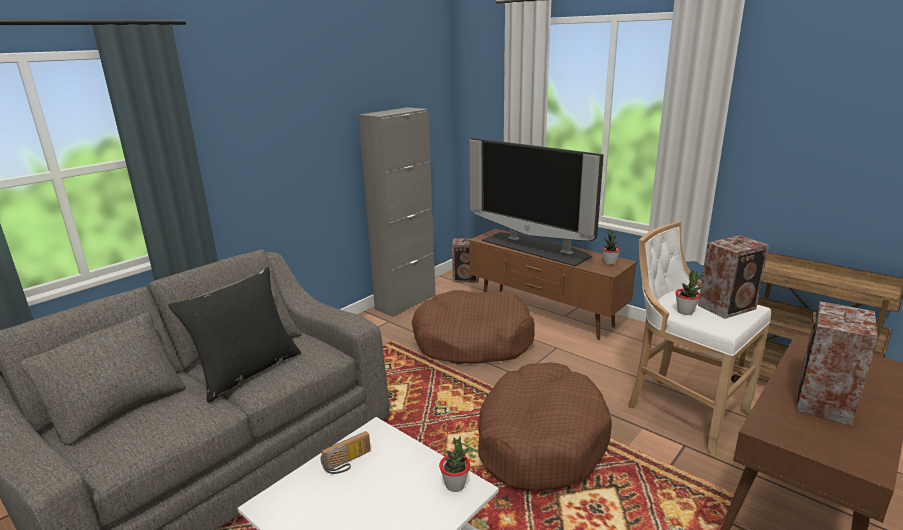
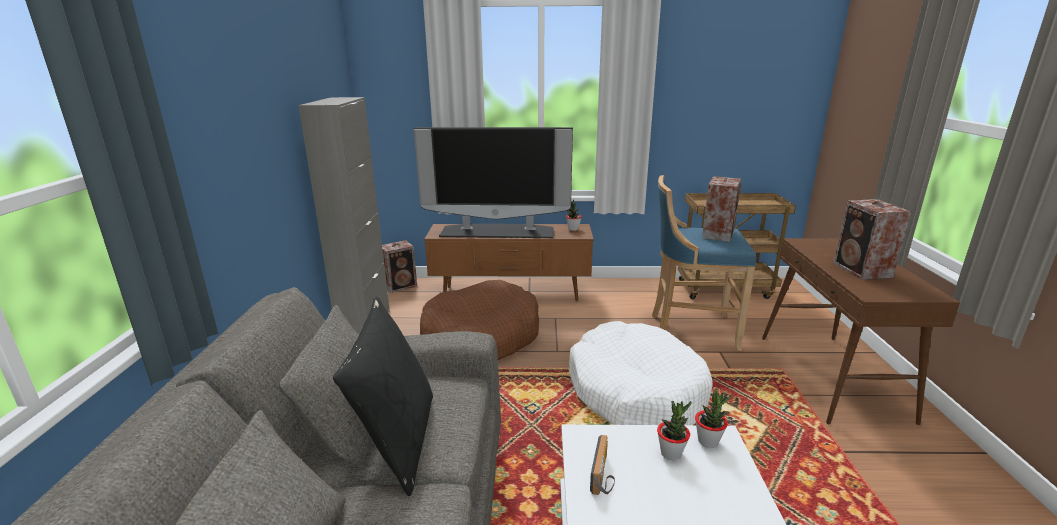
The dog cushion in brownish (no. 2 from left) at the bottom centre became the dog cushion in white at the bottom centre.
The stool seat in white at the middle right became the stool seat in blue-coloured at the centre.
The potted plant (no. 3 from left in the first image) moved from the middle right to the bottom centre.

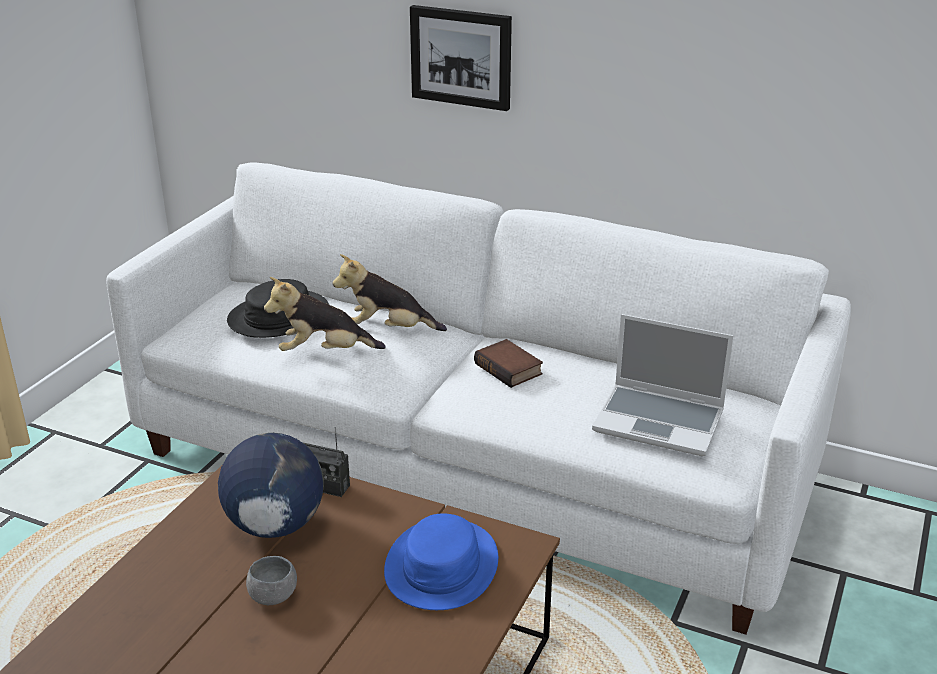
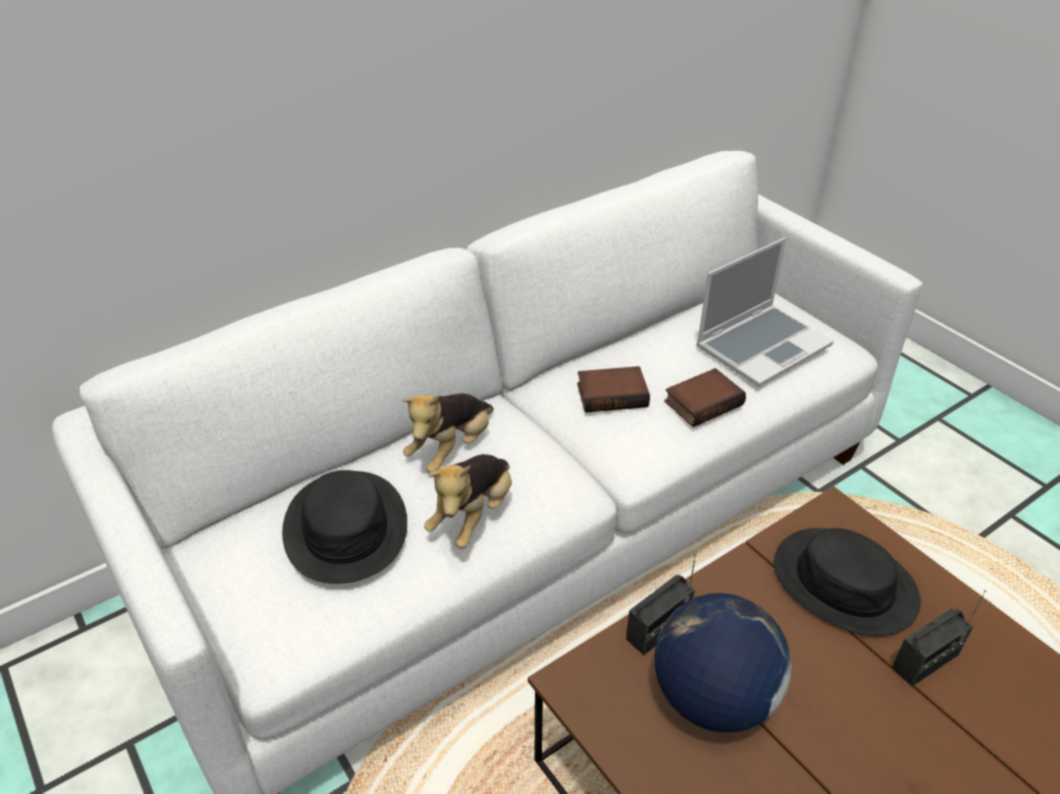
The book (no. 2 from left) at the centre appeared.
The clothing hat in blue-coloured at the bottom centre became the clothing hat in black (no. 2 from left) at the bottom right.
The radio set (no. 2 from left) at the bottom right appeared.
The deep dish in gray at the bottom left disappeared.
The wall art at the top centre disappeared.

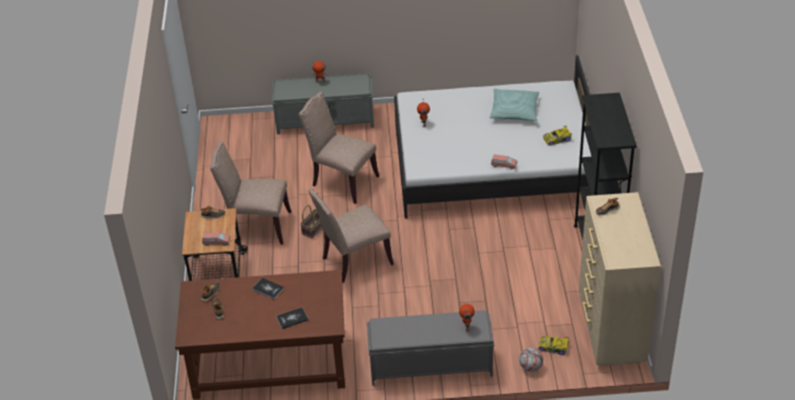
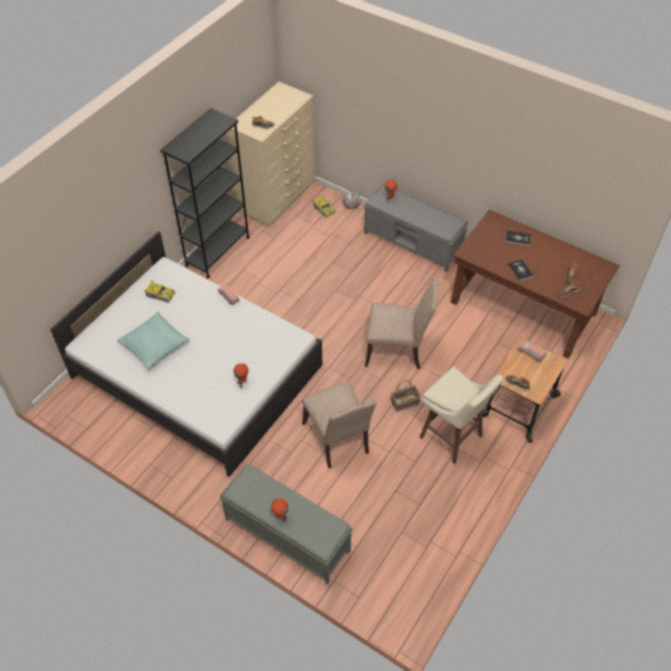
The chair in beige (no. 1 from left) at the middle left was replaced by the stool seat in beige at the middle right.

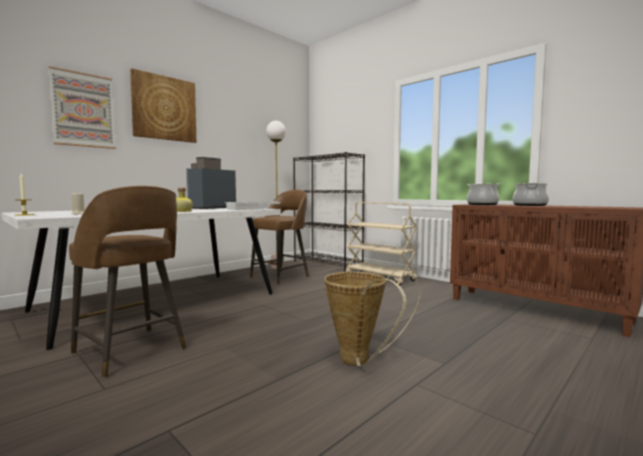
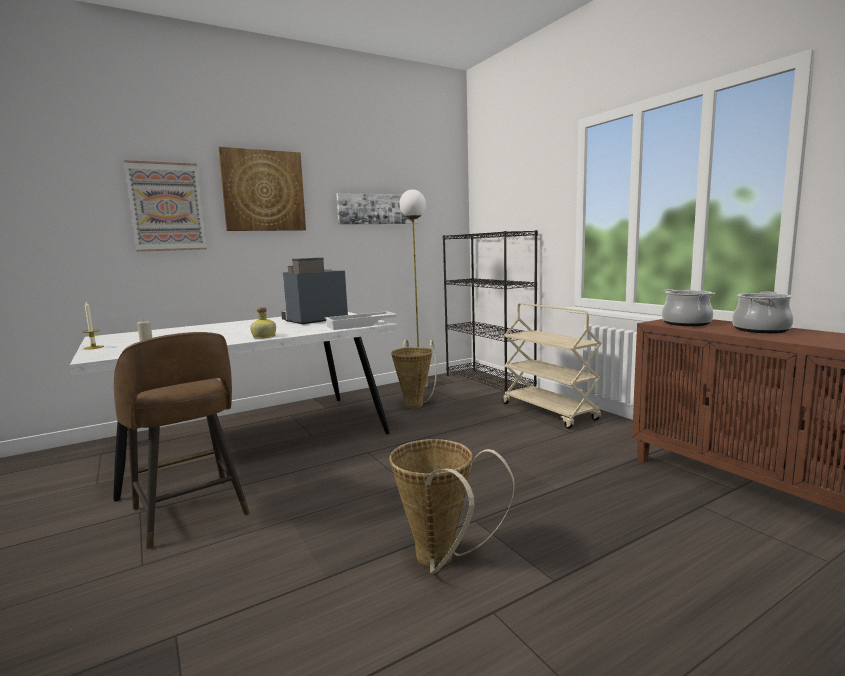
The wall art (no. 3 from left) at the top centre appeared.
The stool seat in brownish (no. 2 from left) at the centre was replaced by the storage basket (no. 1 from left) at the centre.

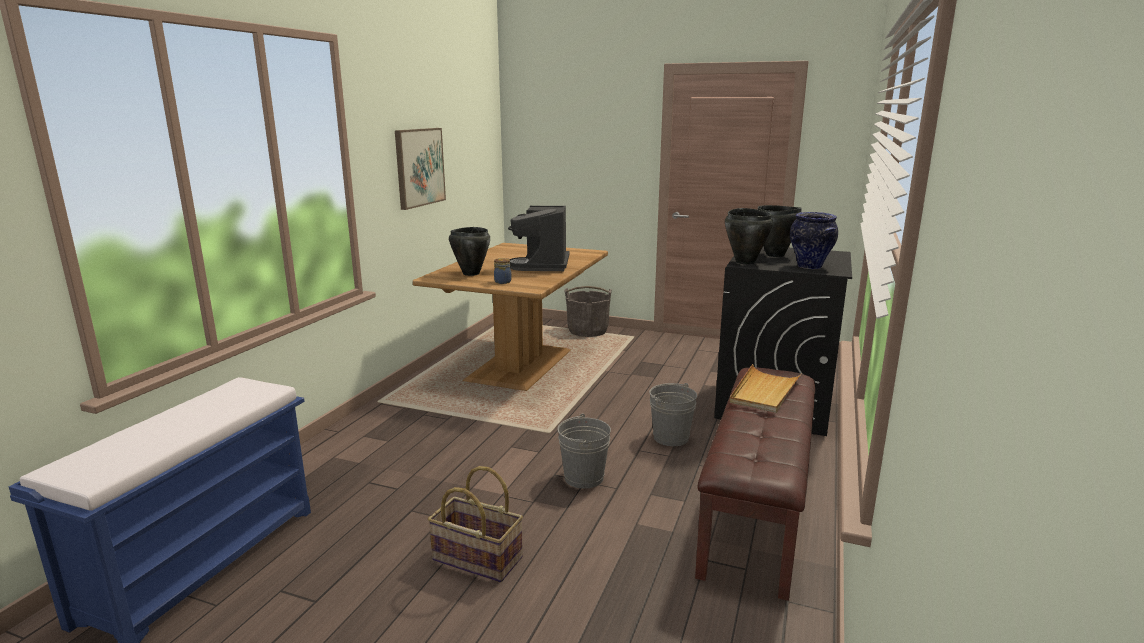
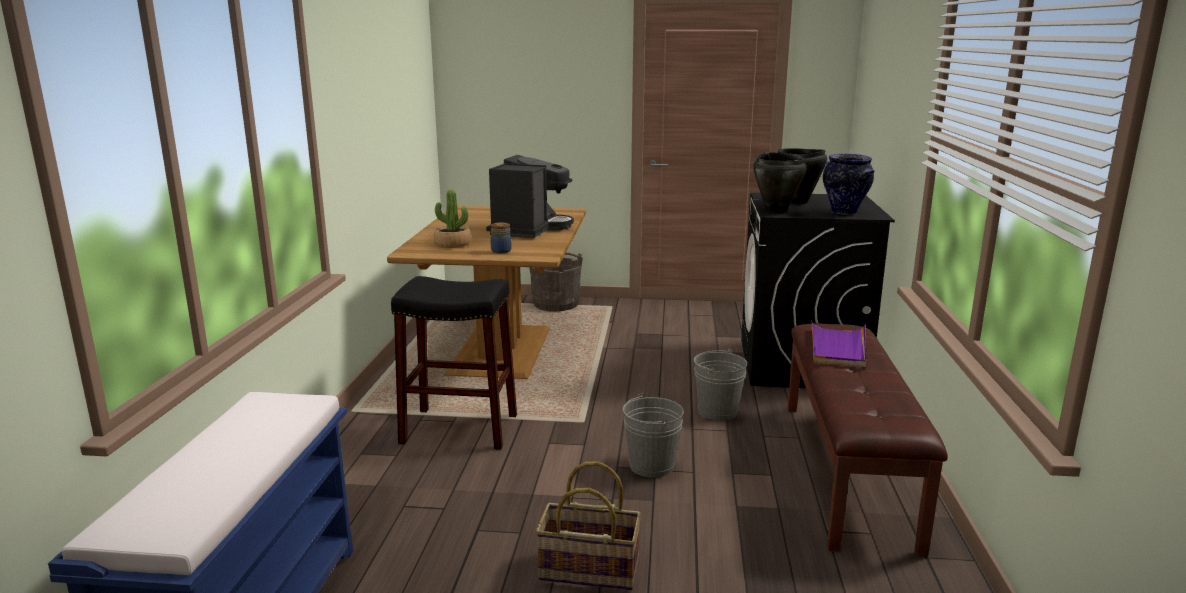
The stool seat in black at the centre appeared.
The stockpot in black (no. 1 from left) at the centre was replaced by the potted plant at the centre.
The coffee machine at the centre turned 150 degrees counterclockwise.
The tray in beige at the middle right became the tray in purple at the middle right.
The wall art at the top centre disappeared.

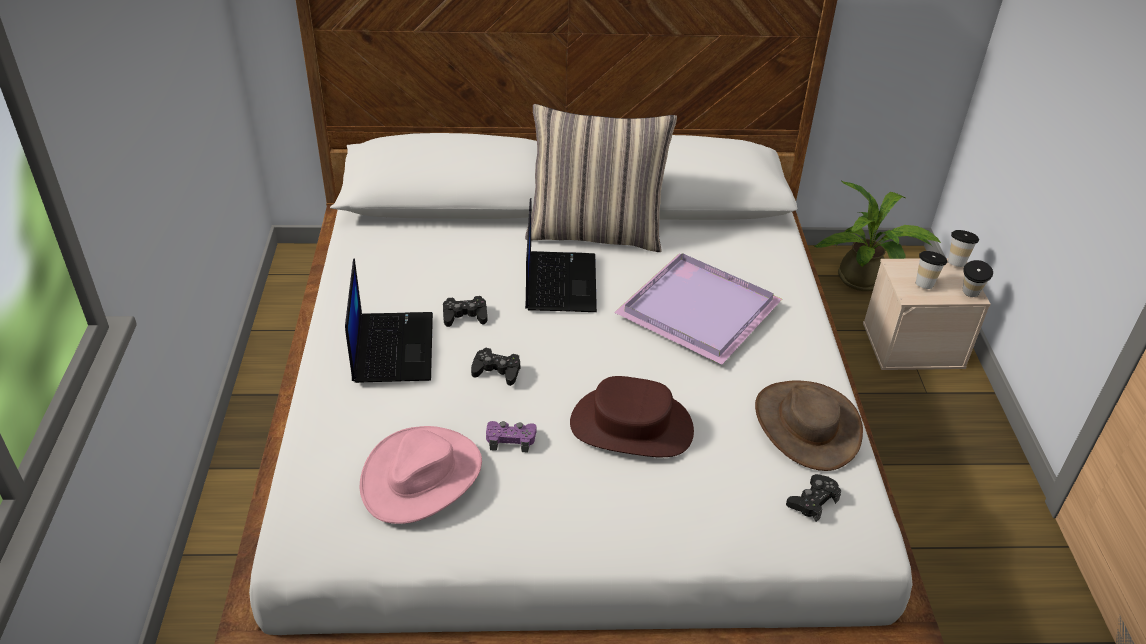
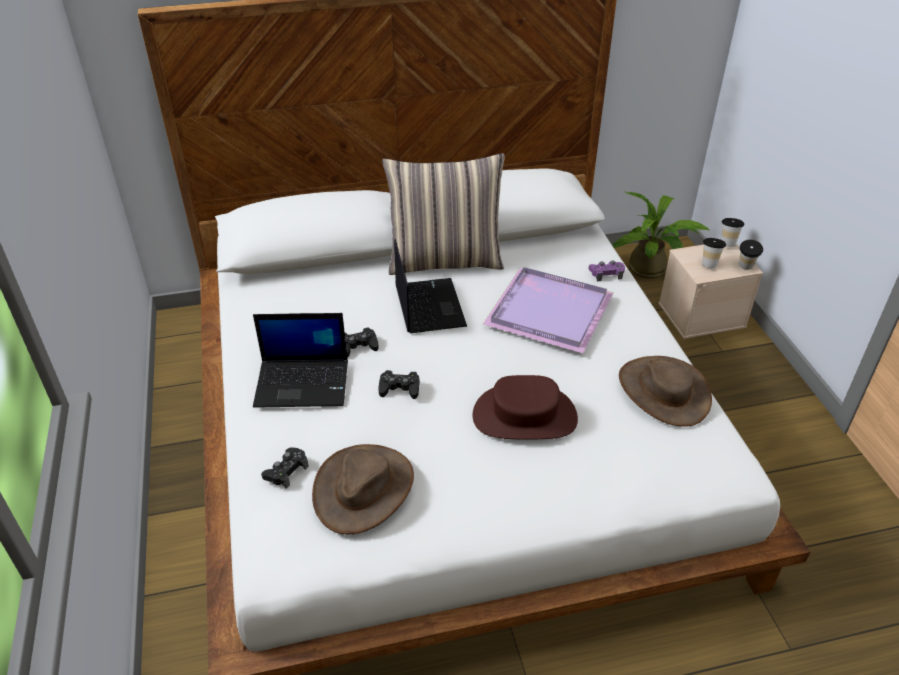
The portable computer (no. 1 from left) at the centre turned 105 degrees clockwise.
The game controller in black (no. 3 from left in the first image) moved from the bottom right to the bottom left.
The clothing hat in pinkish at the bottom centre became the clothing hat in brownish (no. 1 from left) at the bottom centre.
The game controller in purple moved from the bottom centre to the middle right.

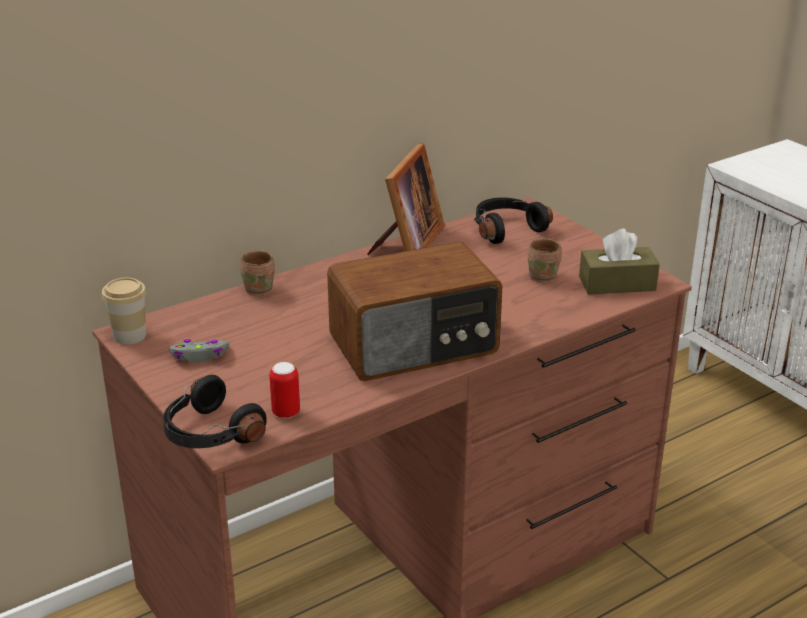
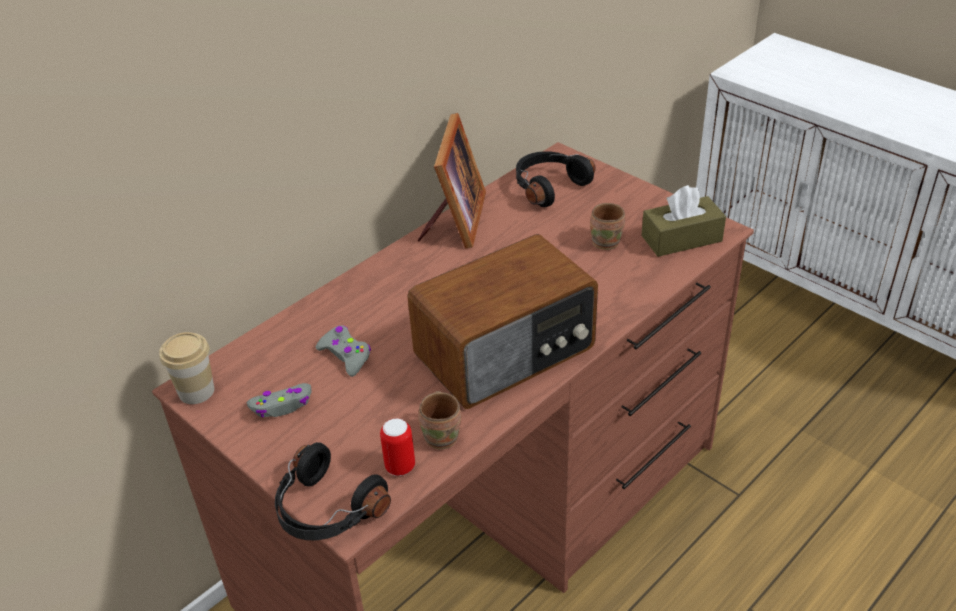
The game controller in gray (no. 2 from left) at the centre appeared.
The tea mug in brownish (no. 1 from left) moved from the middle left to the bottom centre.

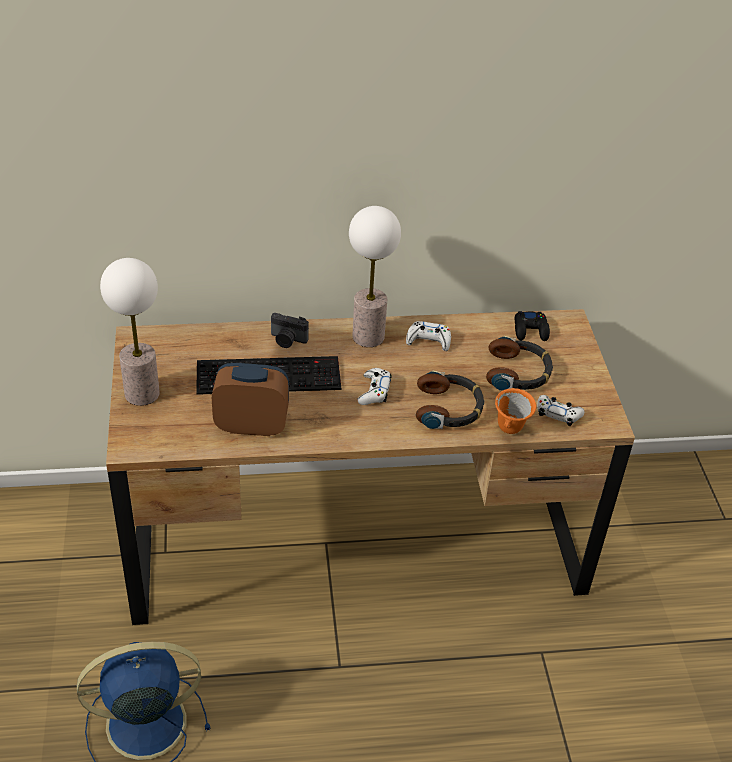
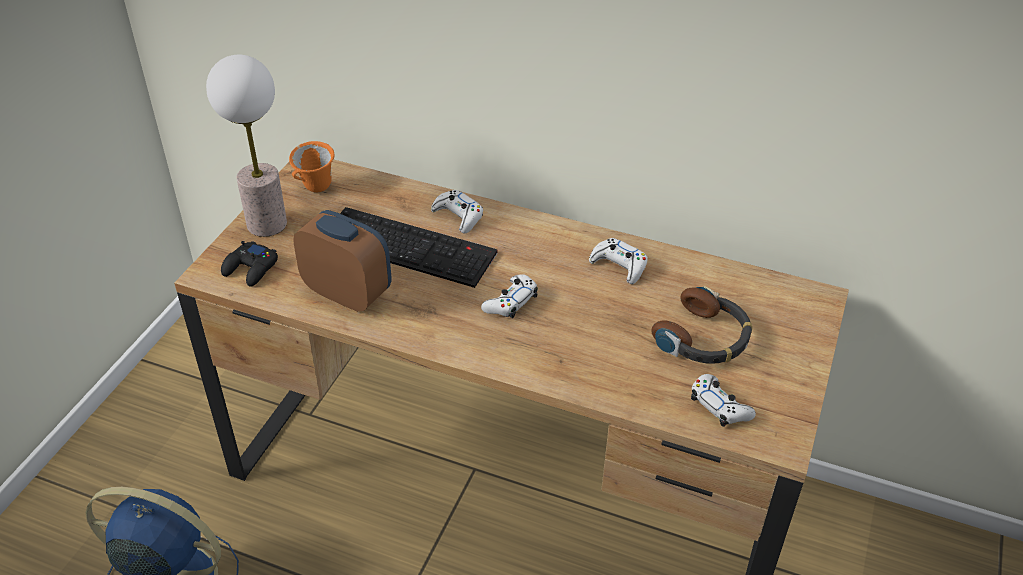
The game controller in black moved from the middle right to the middle left.
The tea mug in orange moved from the middle right to the top left.
The photo camera at the centre was replaced by the game controller in white (no. 1 from left) at the centre.
The lamp for a table (no. 2 from left) at the centre disappeared.
The headset (no. 1 from left) at the centre disappeared.

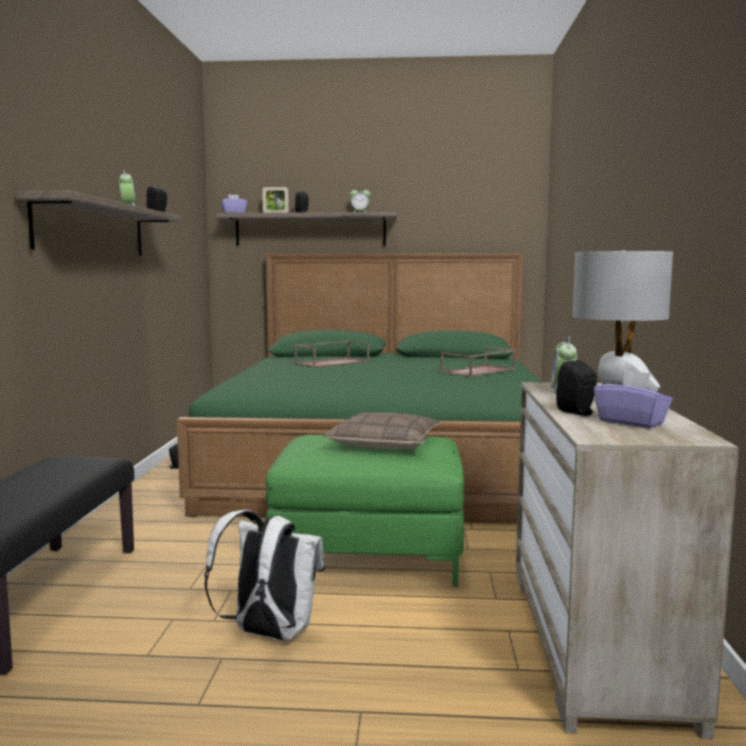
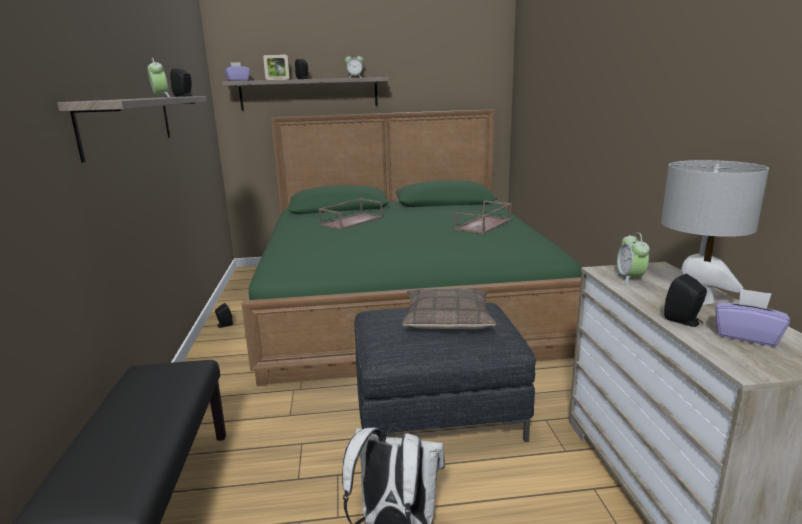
The ottoman in greenish at the bottom centre became the ottoman in gray at the bottom centre.

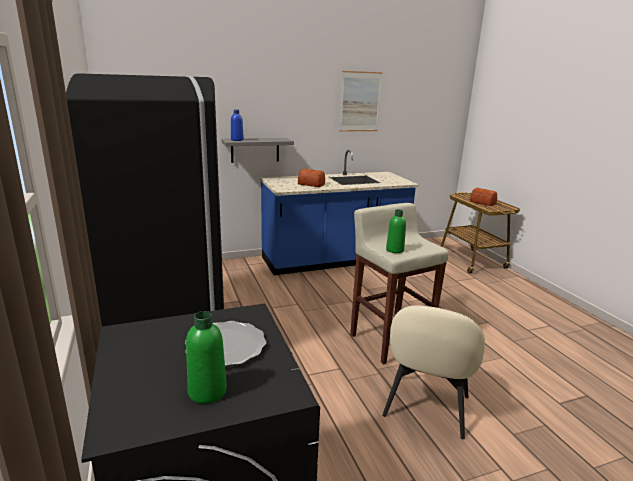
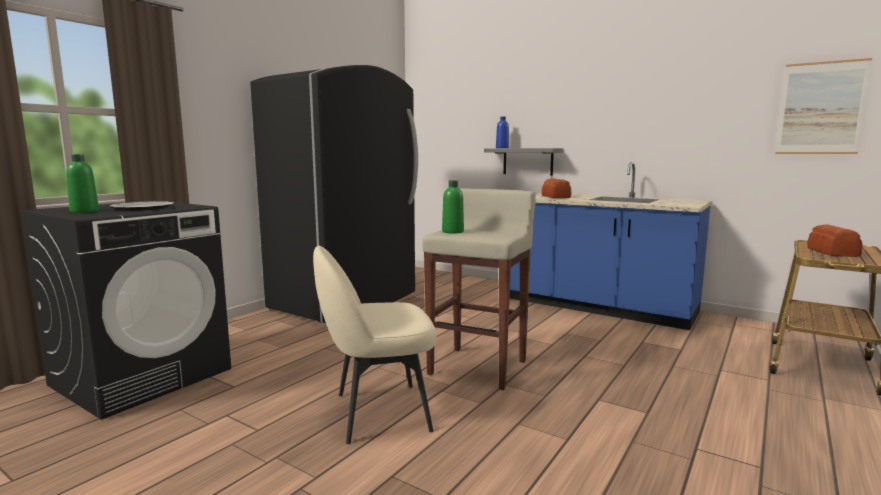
The wall art moved from the top centre to the top right.

